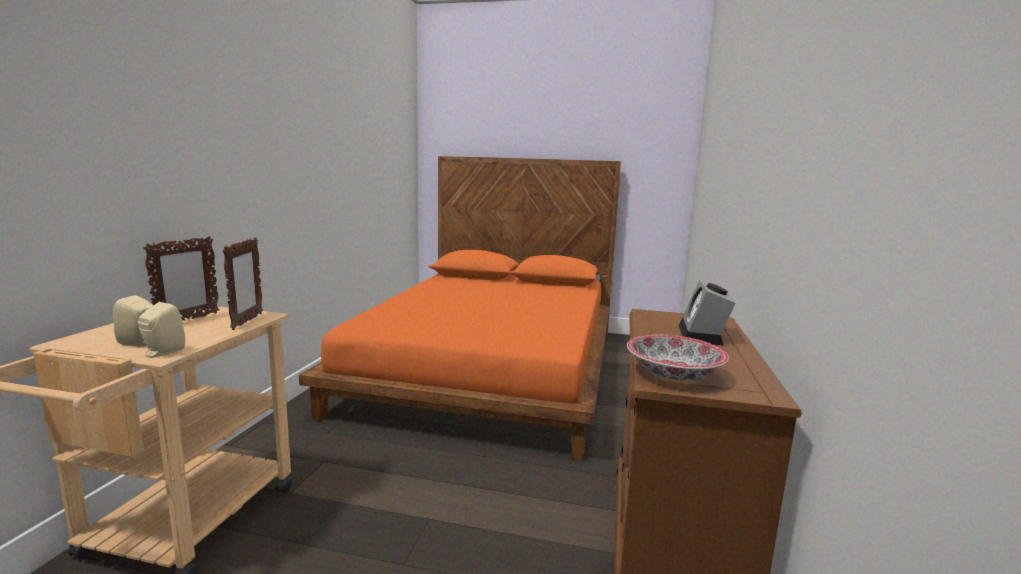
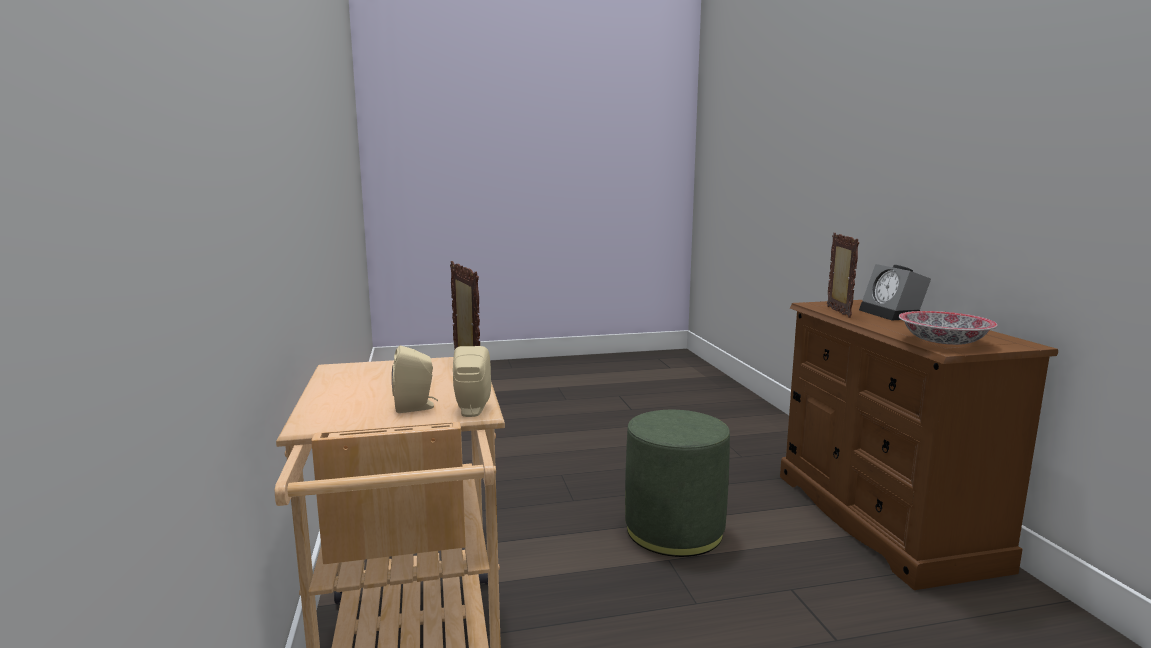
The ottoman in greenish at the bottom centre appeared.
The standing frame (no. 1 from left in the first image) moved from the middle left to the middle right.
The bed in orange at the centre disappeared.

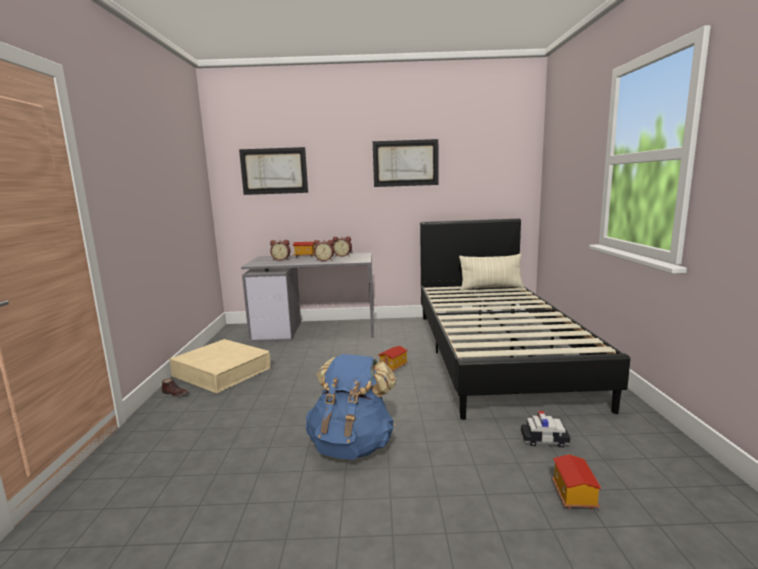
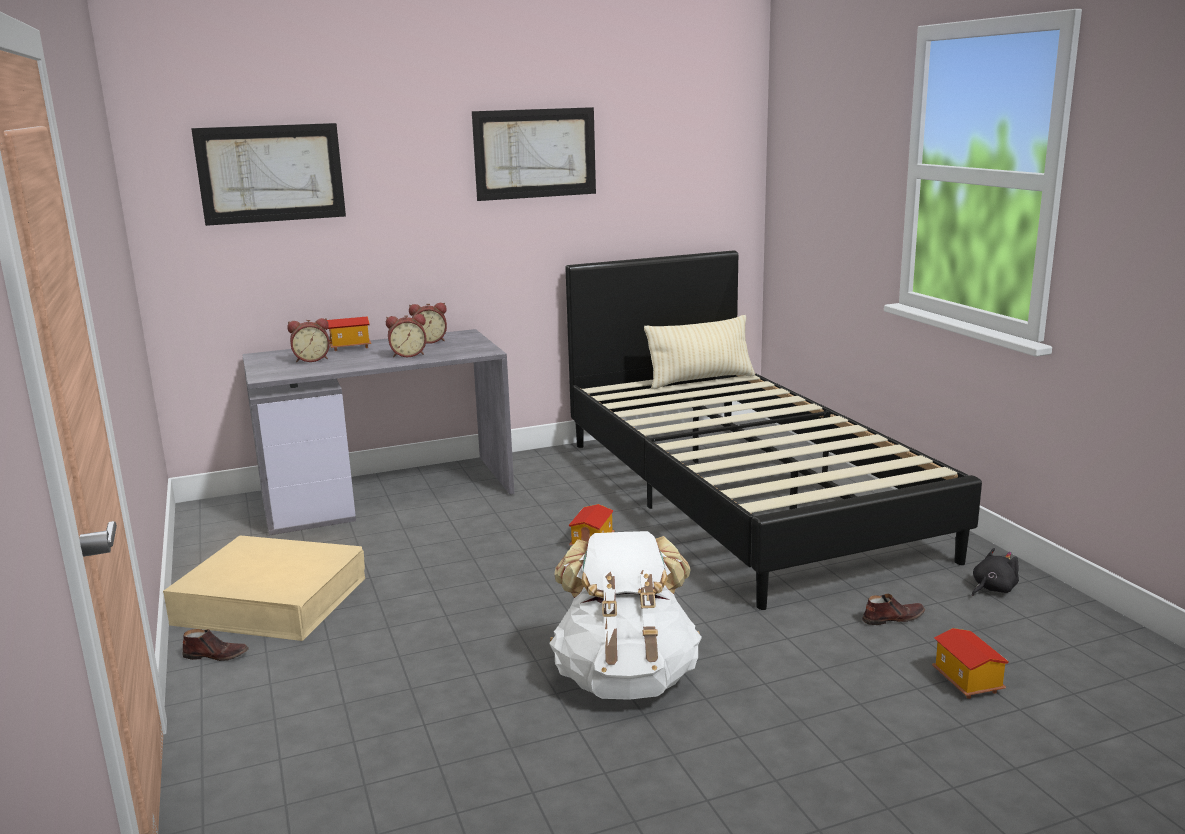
The knapsack in blue-coloured at the bottom centre became the knapsack in white at the bottom centre.
The miniature car at the bottom right was replaced by the shoe in brownish (no. 2 from left) at the bottom right.
The plush toy in black at the bottom right appeared.

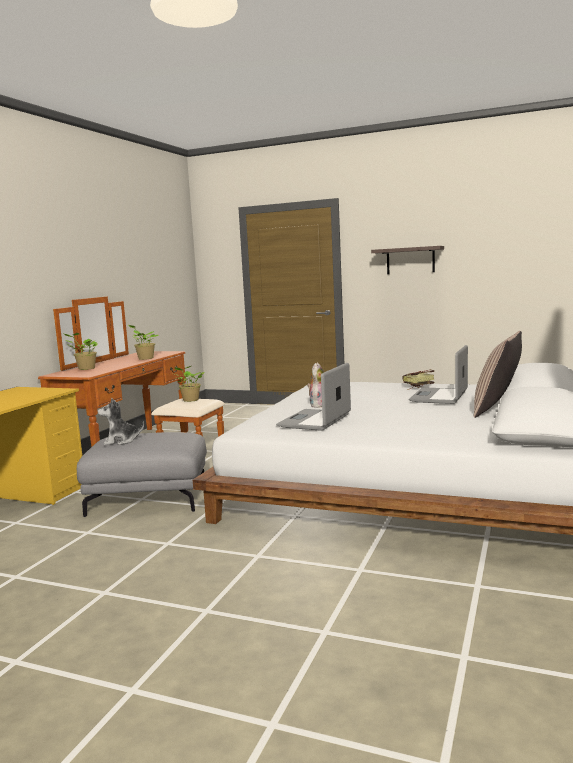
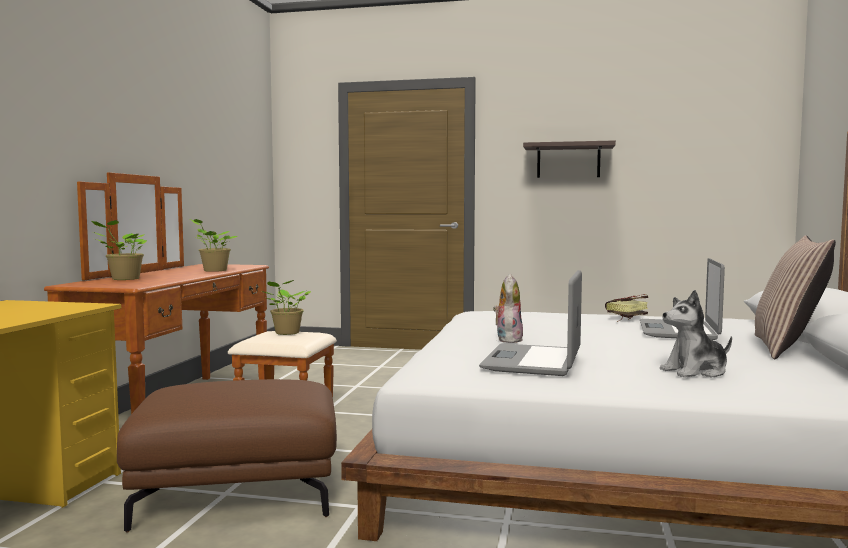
The ottoman in gray at the middle left became the ottoman in brownish at the bottom left.
The plush toy (no. 1 from left in the first image) moved from the middle left to the middle right.

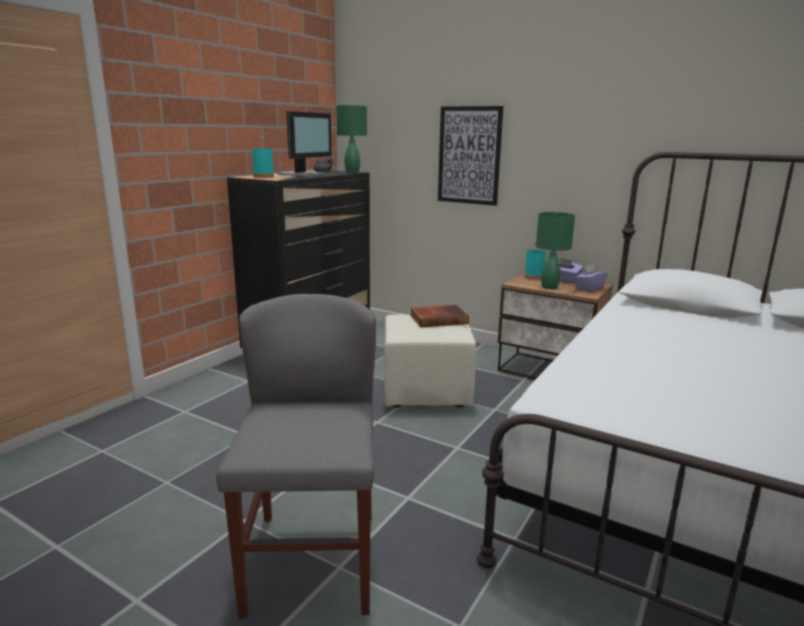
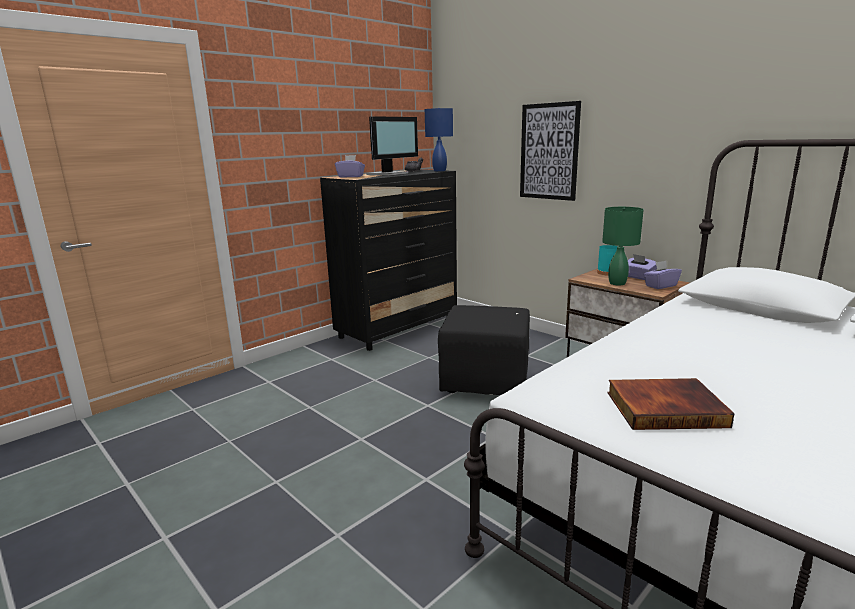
The bottle in blue-green (no. 1 from left) at the top left was replaced by the tissue holder in purple (no. 1 from left) at the top centre.
The lamp for a table in greenish (no. 1 from left) at the top centre became the lamp for a table in blue-coloured at the top centre.
The ottoman in beige at the centre became the ottoman in black at the centre.
The book moved from the centre to the middle right.
The chair in gray at the bottom centre disappeared.

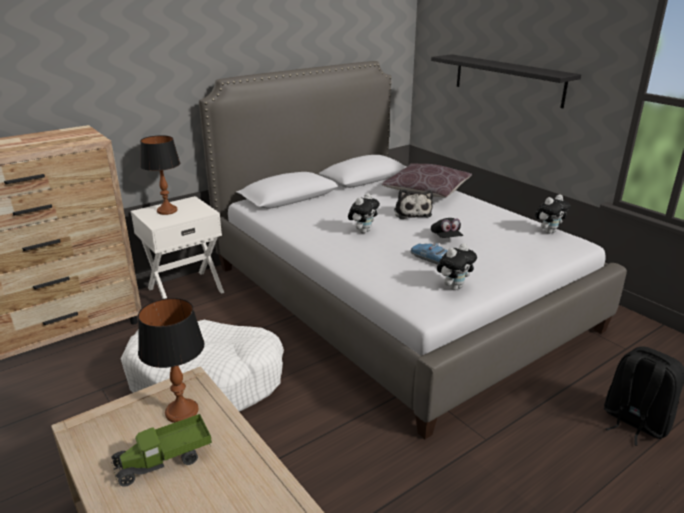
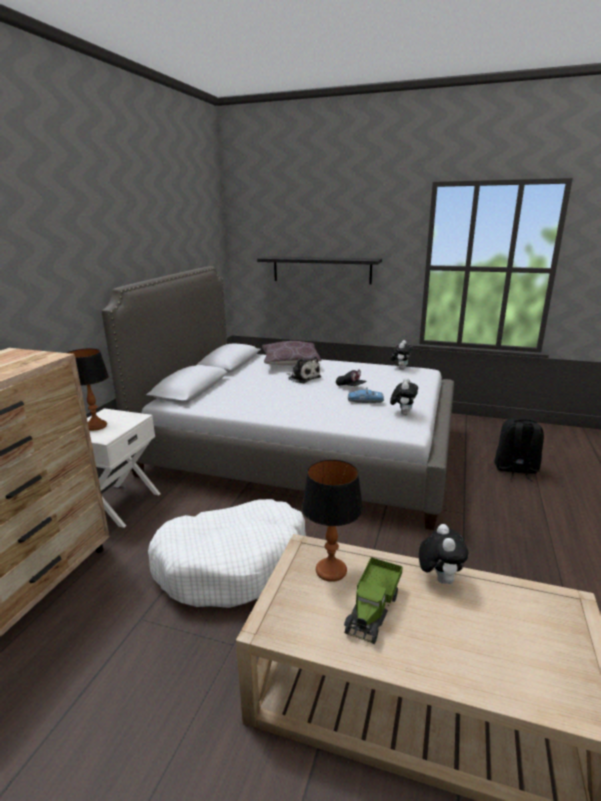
The plush toy (no. 1 from left in the first image) moved from the centre to the bottom right.

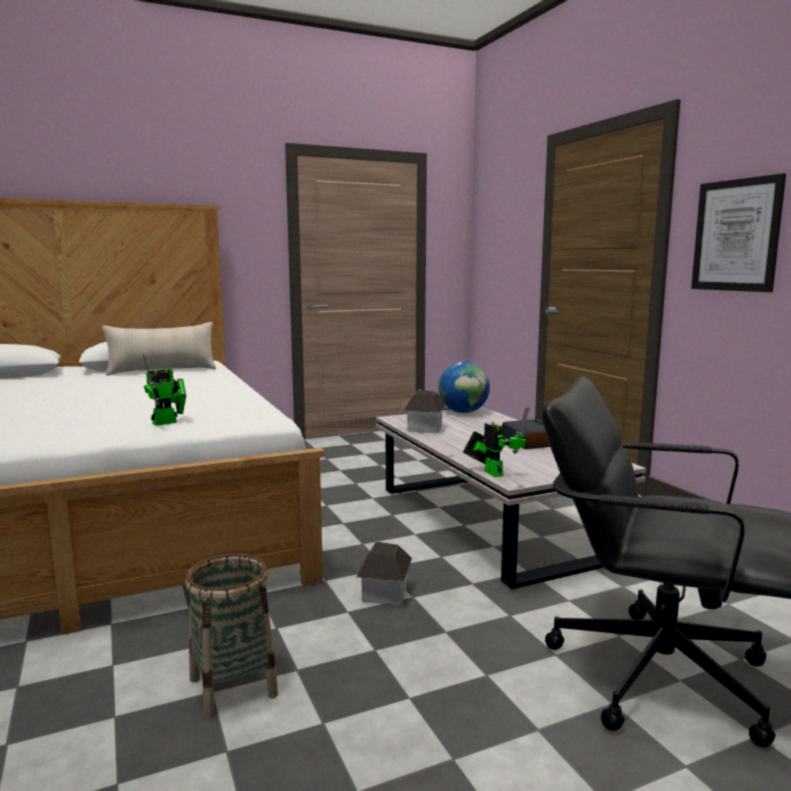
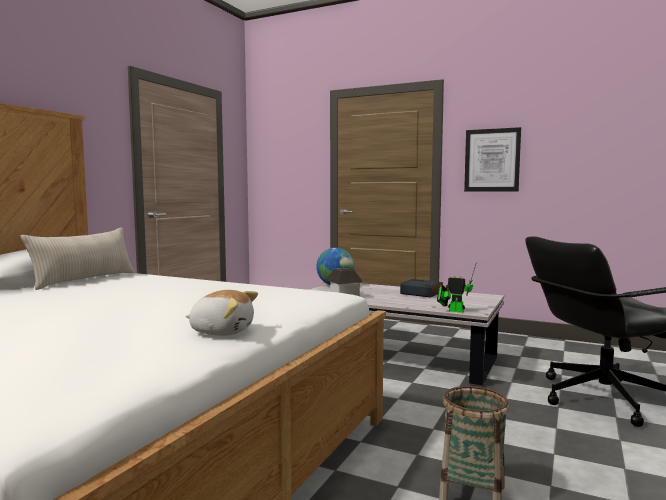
The plush toy at the middle left appeared.
The toy robot (no. 1 from left) at the middle left disappeared.
The toy house (no. 1 from left) at the bottom centre disappeared.

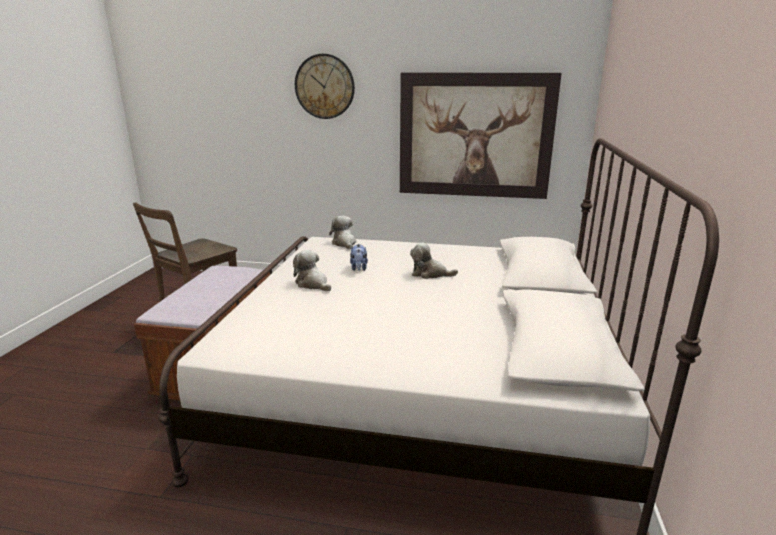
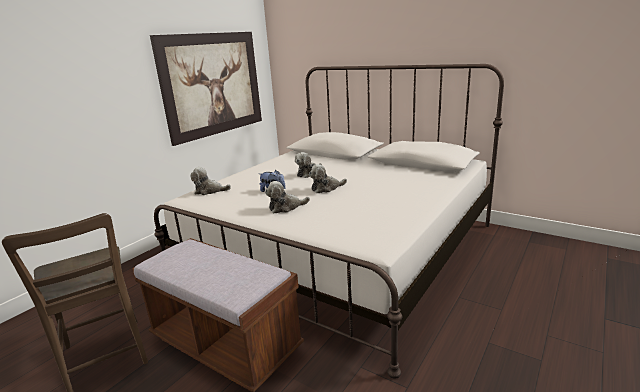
The plush toy (no. 5 from left) at the centre appeared.
The clock on the wall at the top centre disappeared.

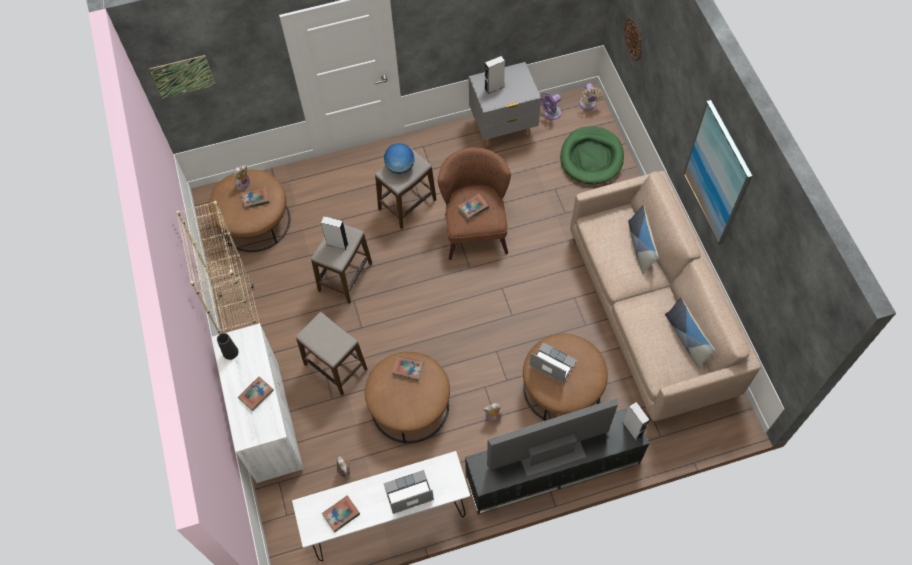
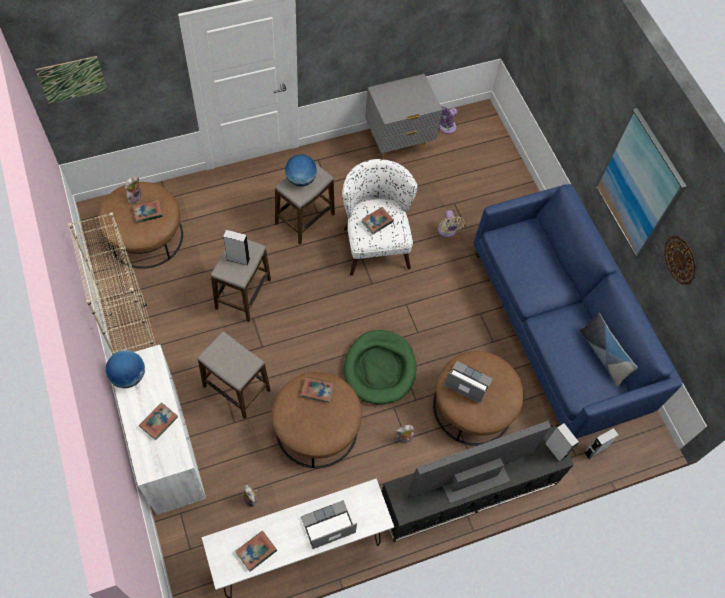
The vase in black at the middle left was replaced by the globe (no. 1 from left) at the middle left.
The armchair in brownish at the centre became the armchair in white at the centre.
The dog cushion in greenish moved from the top centre to the centre.
The cooling fan in beige moved from the top centre to the centre.
The settee in beige at the middle right became the settee in blue-coloured at the middle right.
The speaker in gray (no. 2 from left in the first image) moved from the top centre to the bottom right.
The clock on the wall moved from the top right to the middle right.
The pillow (no. 1 from left) at the middle right disappeared.

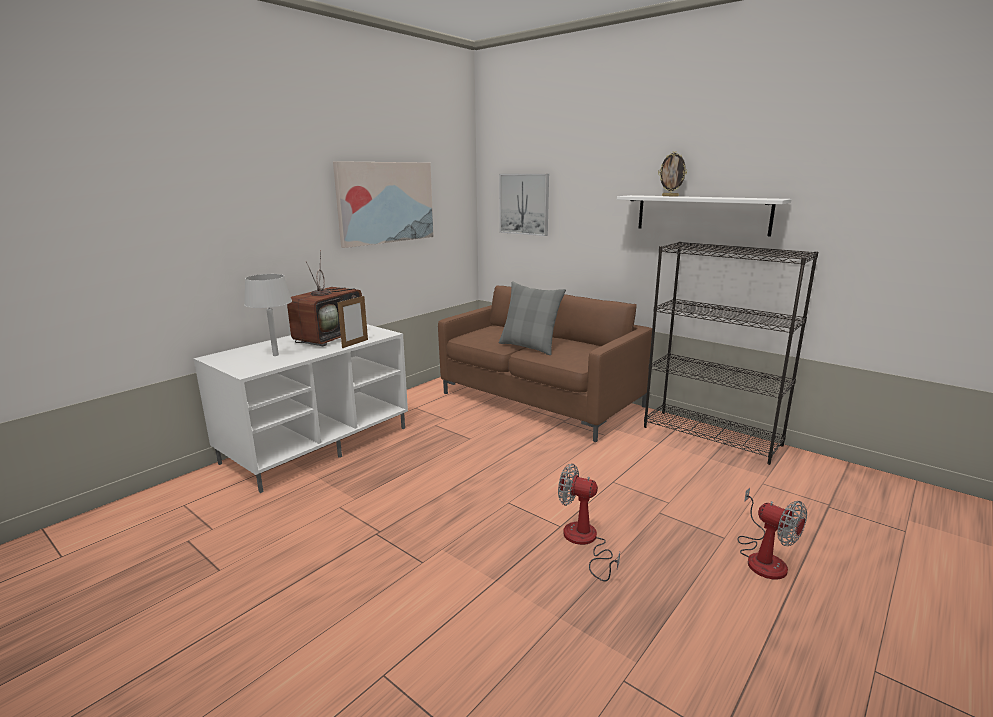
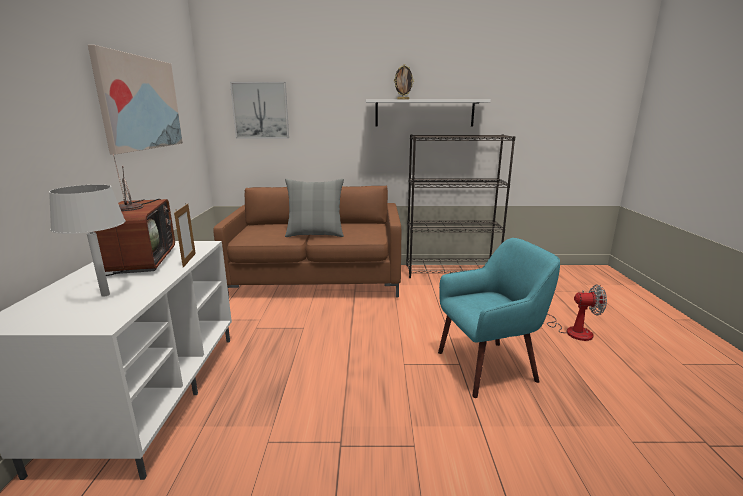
The cooling fan (no. 1 from left) at the bottom centre was replaced by the armchair in blue-green at the middle right.

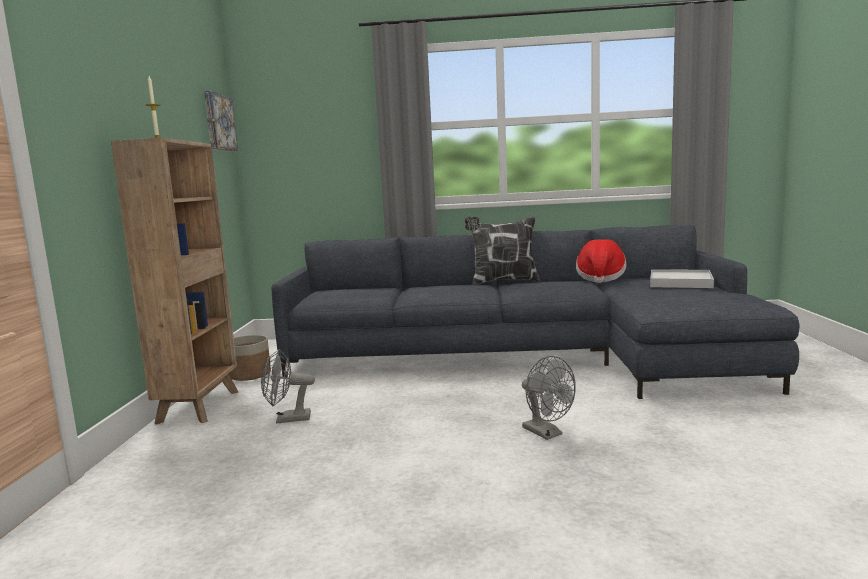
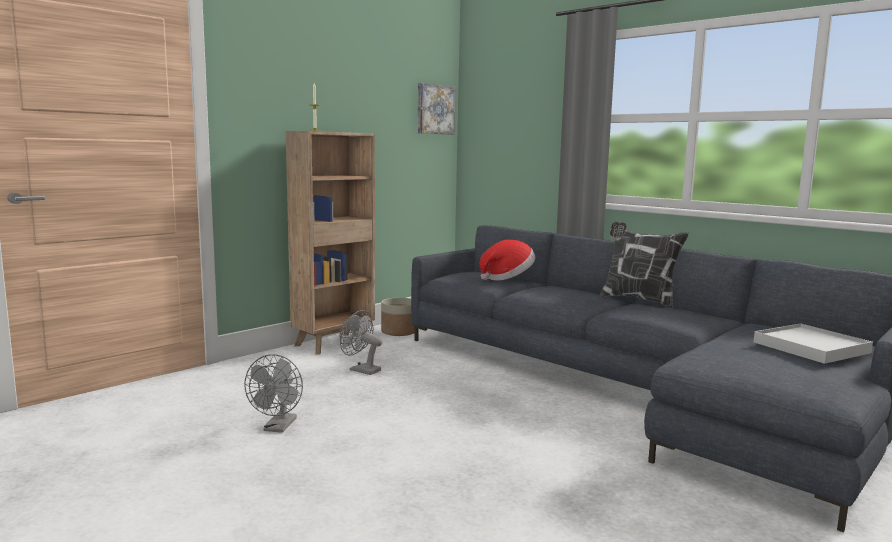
The cooling fan in gray (no. 2 from left in the first image) moved from the bottom centre to the bottom left.
The clothing hat moved from the middle right to the centre.

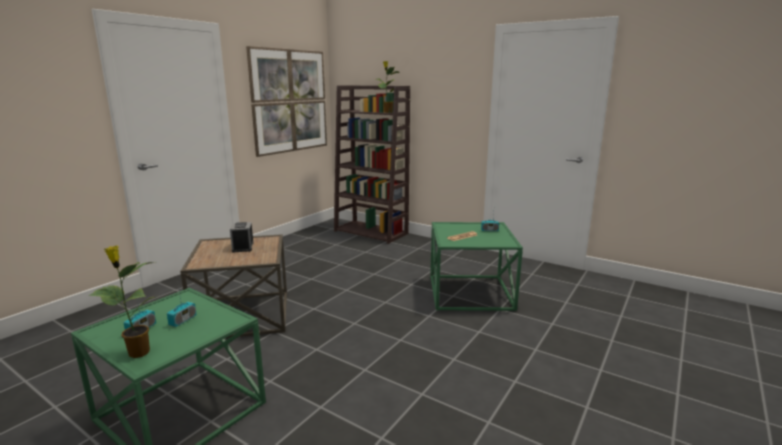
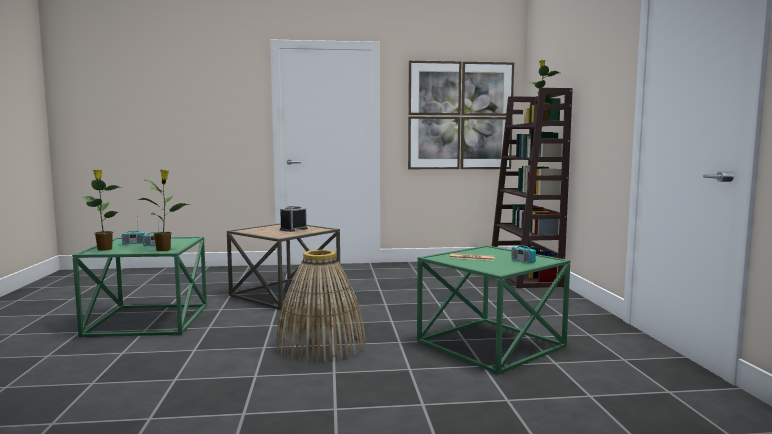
The potted plant (no. 2 from left) at the middle left appeared.
The storage basket at the bottom centre appeared.

